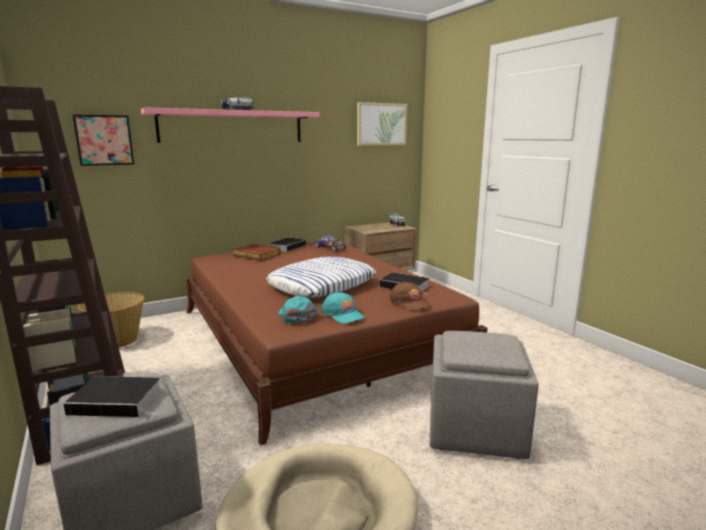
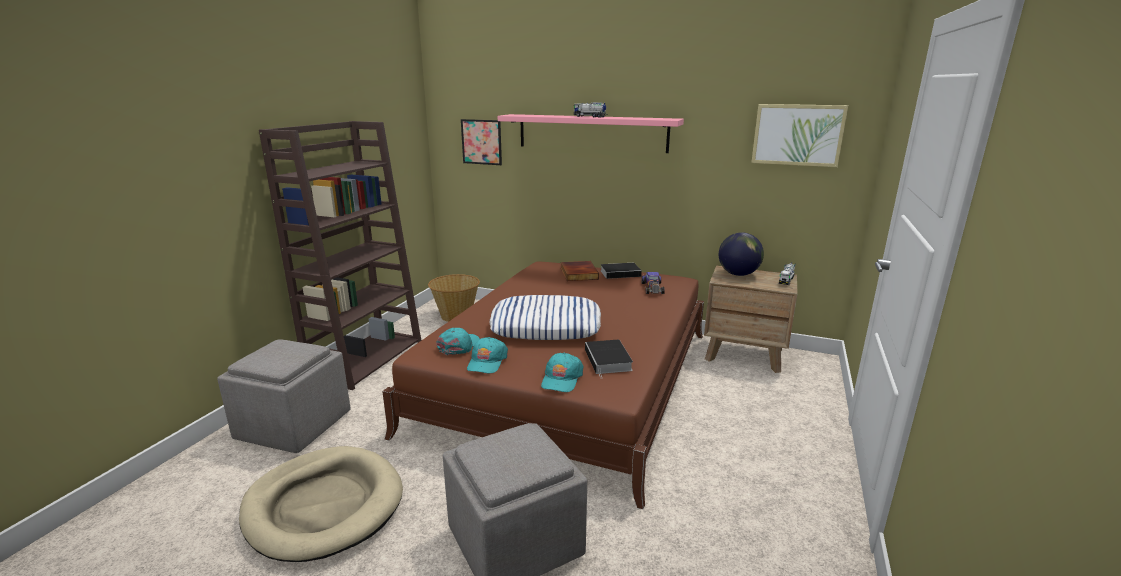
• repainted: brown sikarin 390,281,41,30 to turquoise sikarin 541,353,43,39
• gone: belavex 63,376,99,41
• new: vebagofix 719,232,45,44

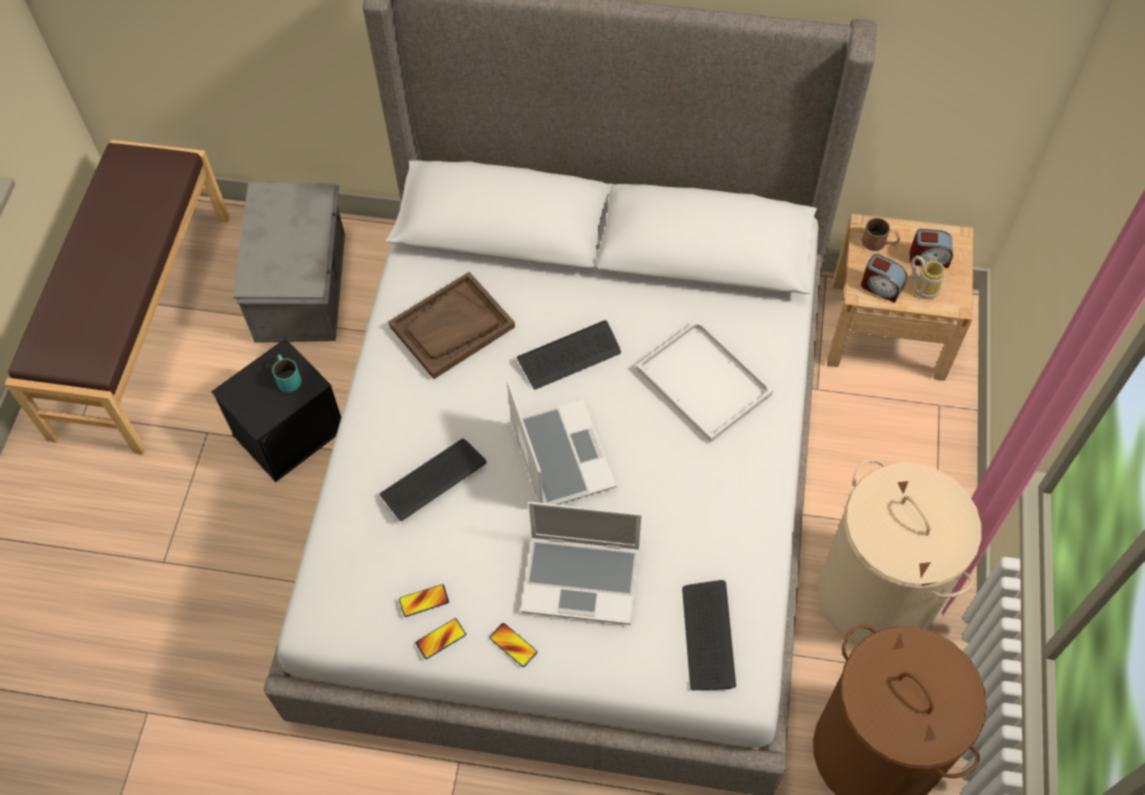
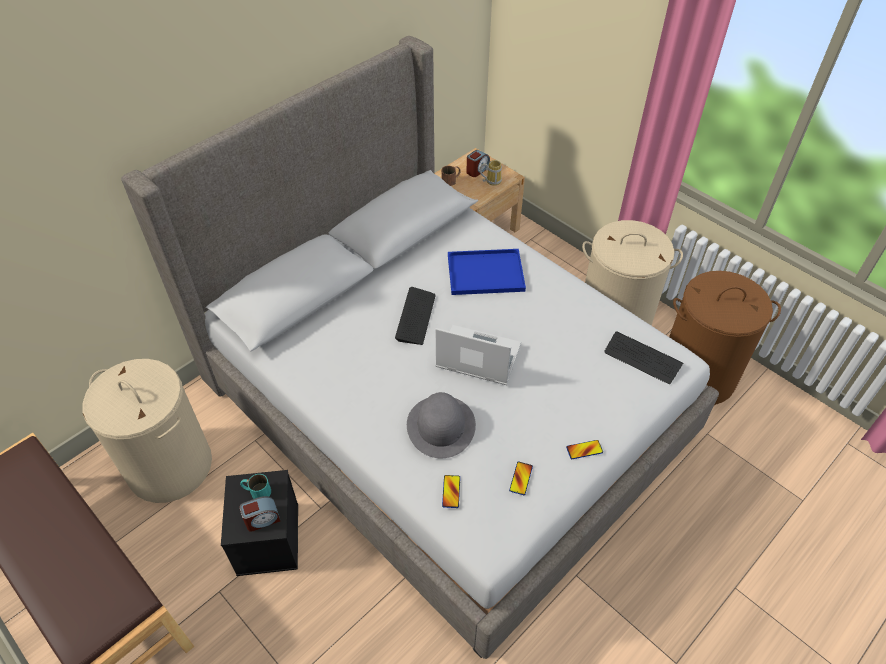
• swapped: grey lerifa 232,183,113,160 to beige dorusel 82,359,130,144
• shifted: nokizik 861,254,46,49 to 240,496,40,36
• gone: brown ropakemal 388,272,127,107
• repainted: white ropakemal 636,320,137,123 to blue ropakemal 448,249,78,46
• swapped: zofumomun 380,439,107,82 to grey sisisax 407,392,69,66
• gone: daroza 521,502,120,123
• shifted: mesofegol 416,618,50,41 to 442,475,18,33

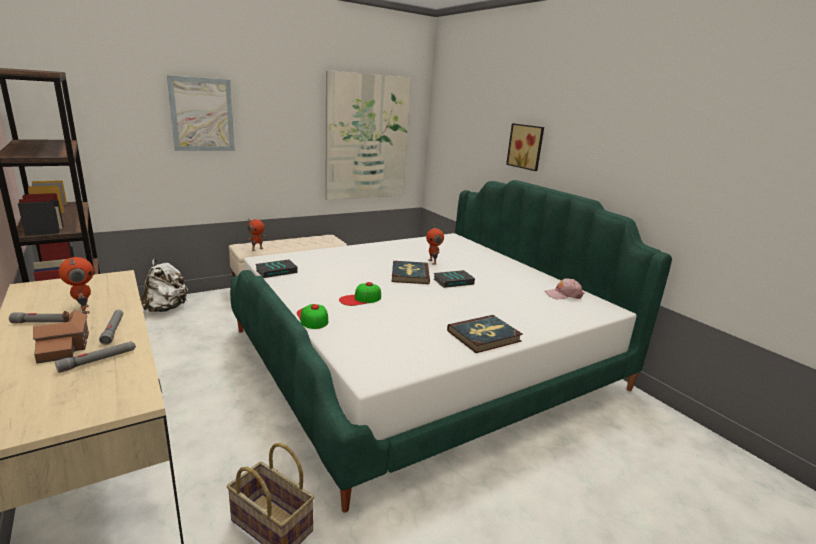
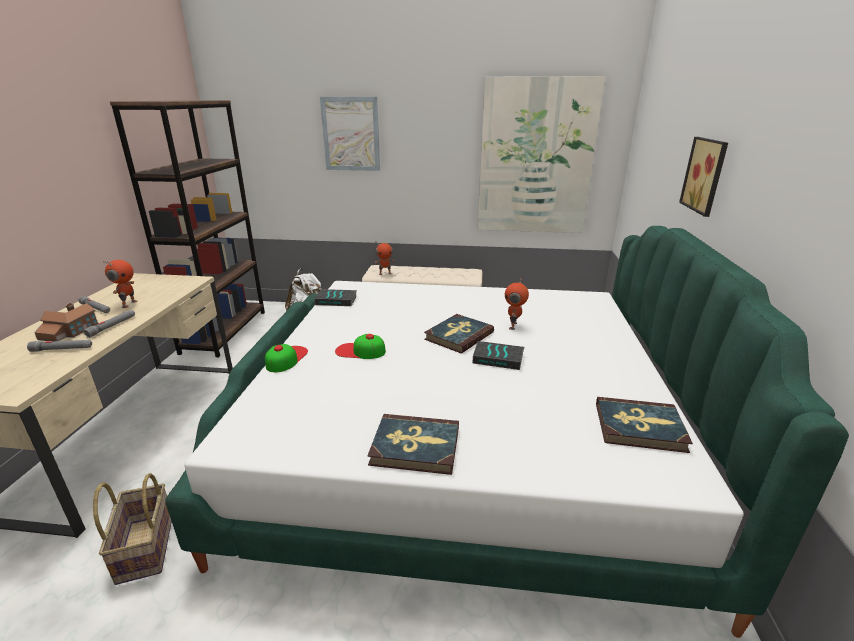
• swapped: pink sikarin 545,278,39,21 to belavex 596,397,97,56

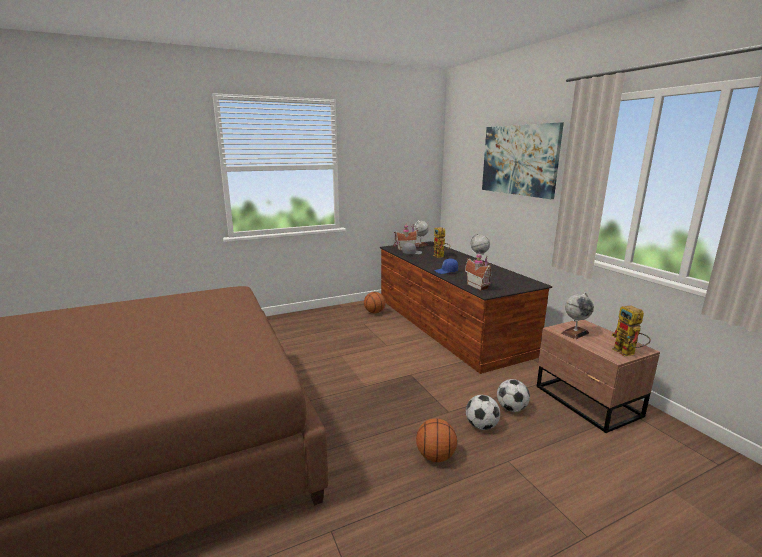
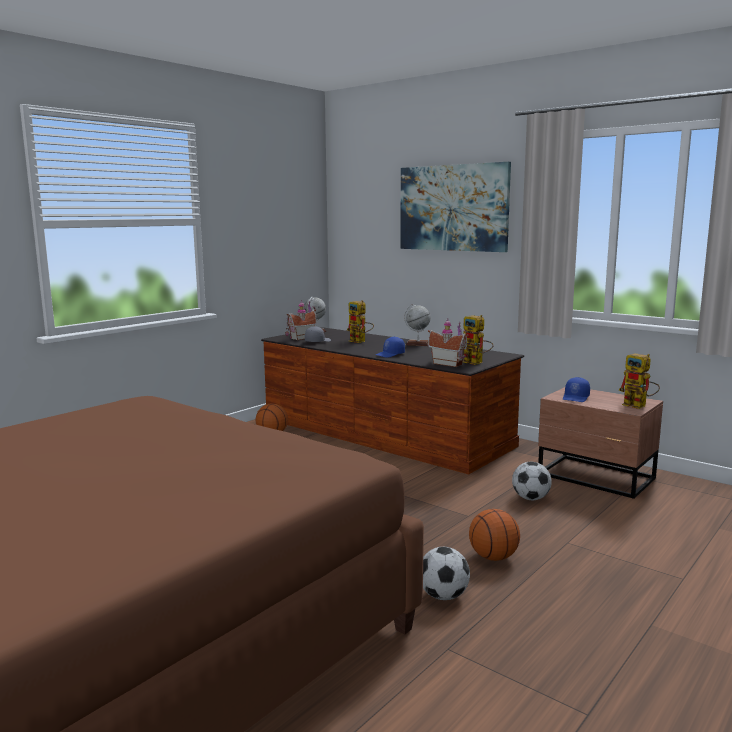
• swapped: vebagofix 561,293,33,46 to blue sikarin 563,377,27,25
• shifted: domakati 466,395,34,35 to 423,547,47,53
• new: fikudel 463,315,31,50

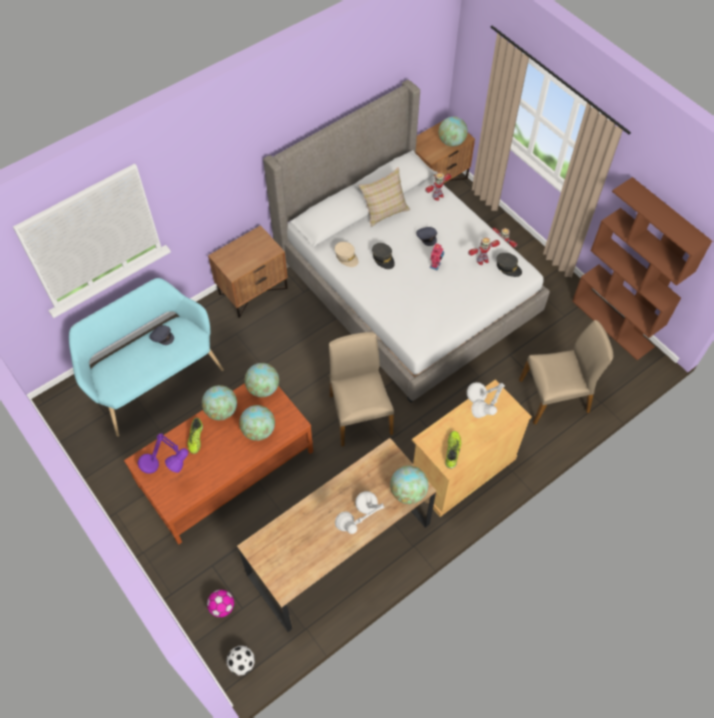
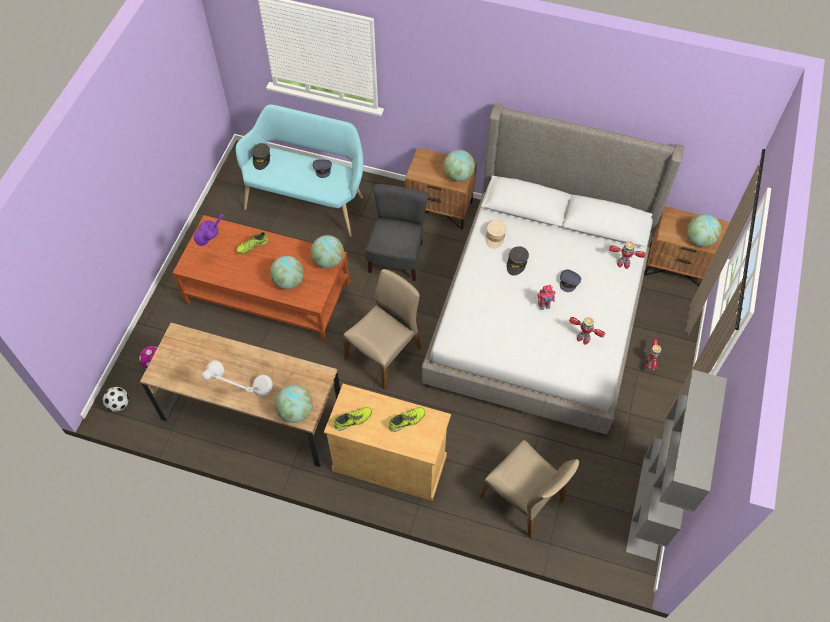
• gone: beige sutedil 358,168,52,59
• repainted: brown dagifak 572,177,140,183 to grey dagifak 625,370,102,191
• shifted: grey sikarin 496,253,26,24 to 252,143,19,27
• swapped: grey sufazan 467,382,38,36 to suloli 389,407,36,25
• shifted: vebagofix 202,385,35,35 to 444,150,31,31
• new: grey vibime 365,184,64,97

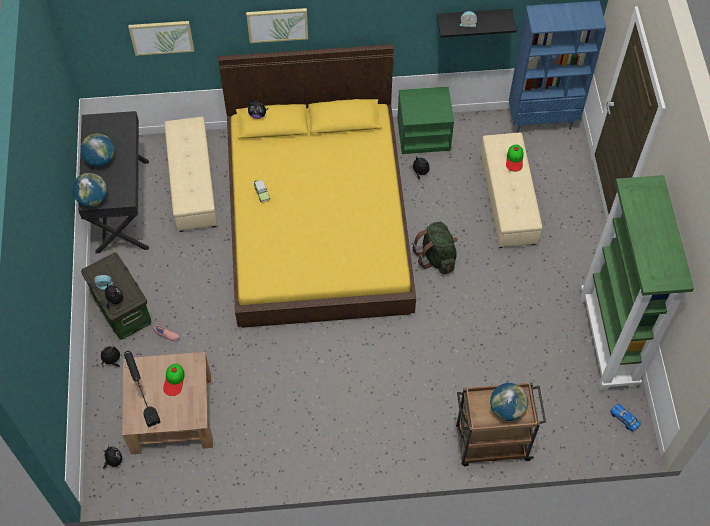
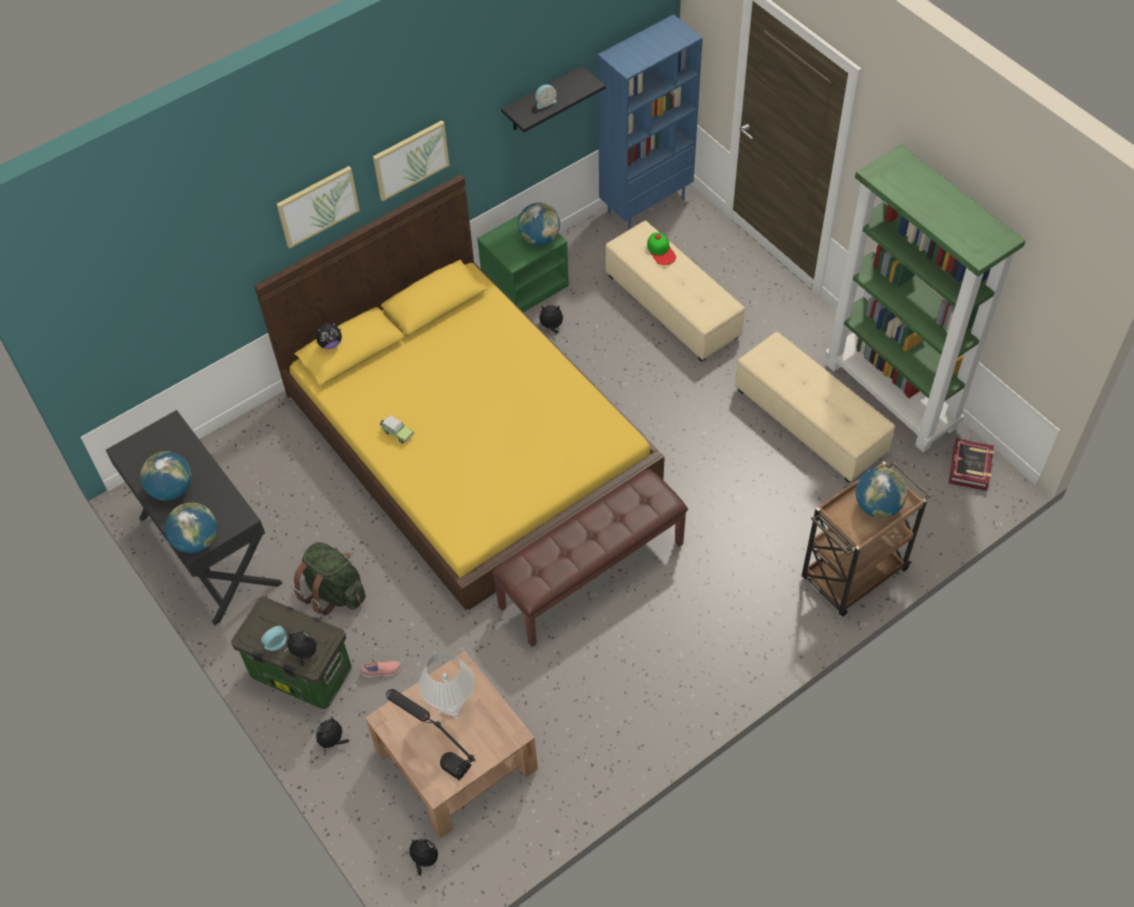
• shifted: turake 128,21,66,35 to 373,120,77,81
• shifted: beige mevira 164,117,53,115 to 735,332,161,151
• shifted: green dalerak 412,222,46,52 to 293,542,73,74
• swapped: sikarin 163,364,22,32 to white sufazan 419,652,56,66
• swapped: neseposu 610,404,31,28 to belavex 949,438,45,53
• new: vebagofix 518,203,42,42
• new: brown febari 492,469,196,178

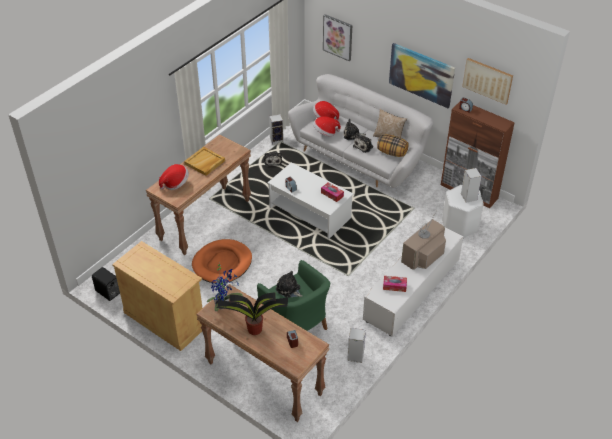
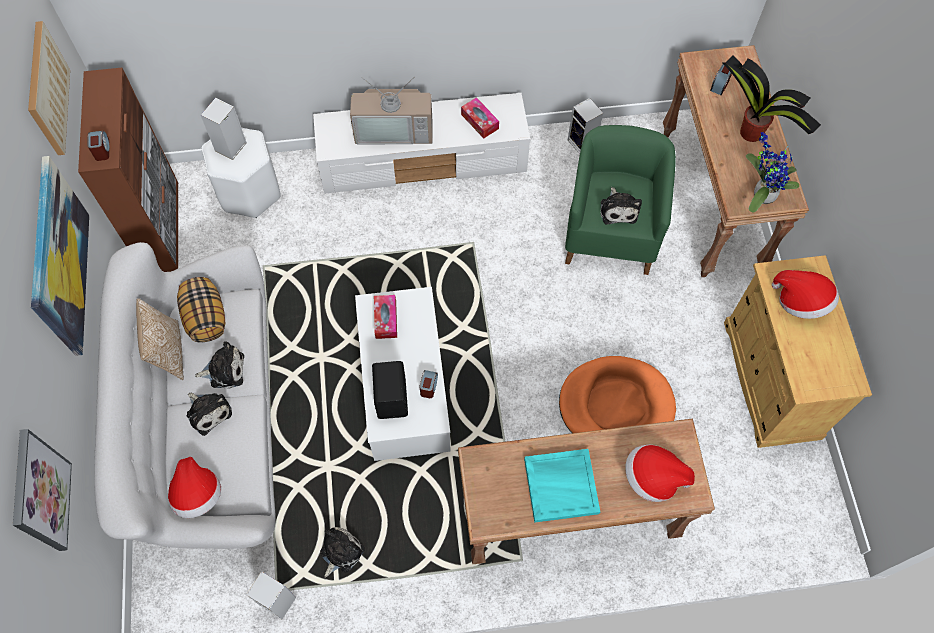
• shifted: sisisax 313,116,28,20 to 772,270,67,49
• repainted: beige ropakemal 184,147,41,29 to turquoise ropakemal 524,449,76,74
• shifted: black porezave 92,267,28,34 to 372,361,36,58

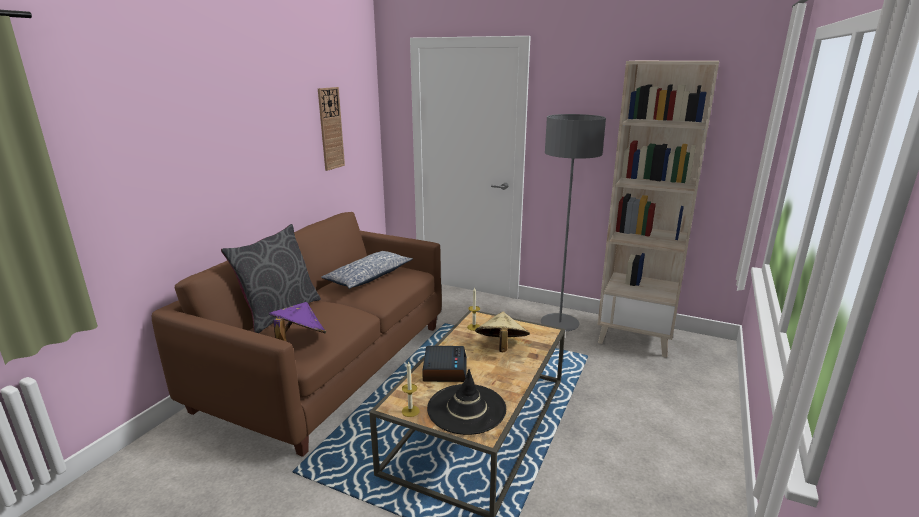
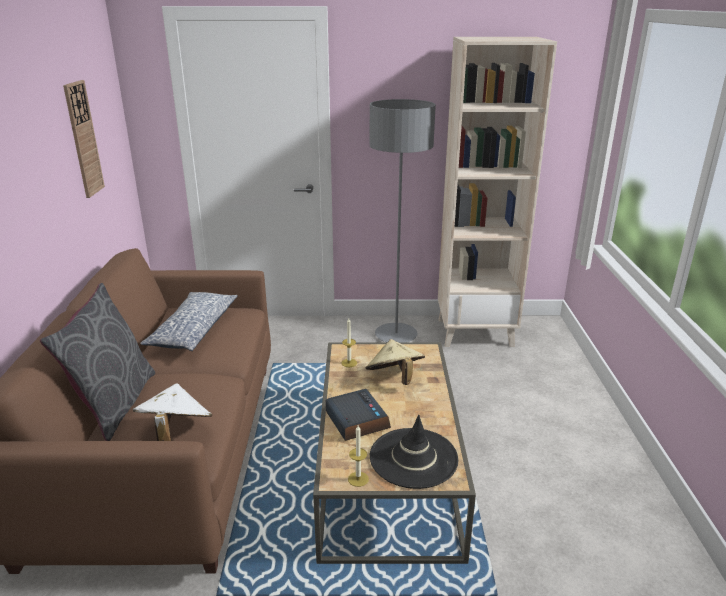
• repainted: purple sisisax 269,302,57,39 to white sisisax 133,383,79,58

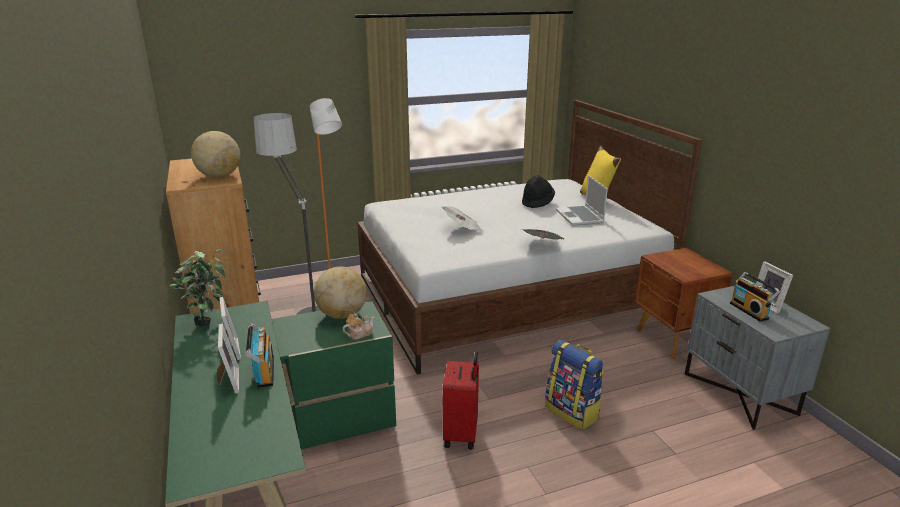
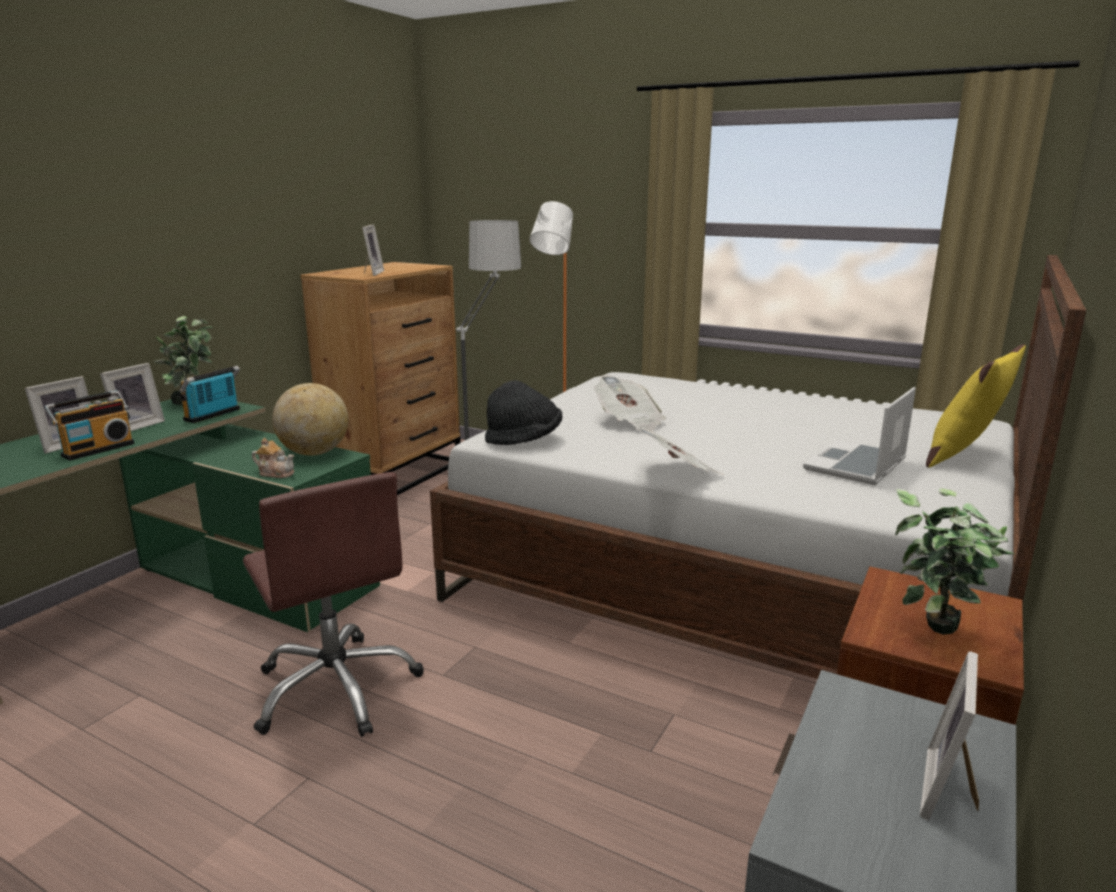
• swapped: vebagofix 191,131,49,47 to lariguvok 362,224,22,52
• shifted: black sisisax 522,175,33,33 to 485,380,77,65
• shifted: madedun 730,272,50,50 to 179,366,61,57
• gone: dalerak 545,340,59,90
• swapped: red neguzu 443,352,36,98 to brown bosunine 243,472,181,265
• new: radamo 895,488,120,147

